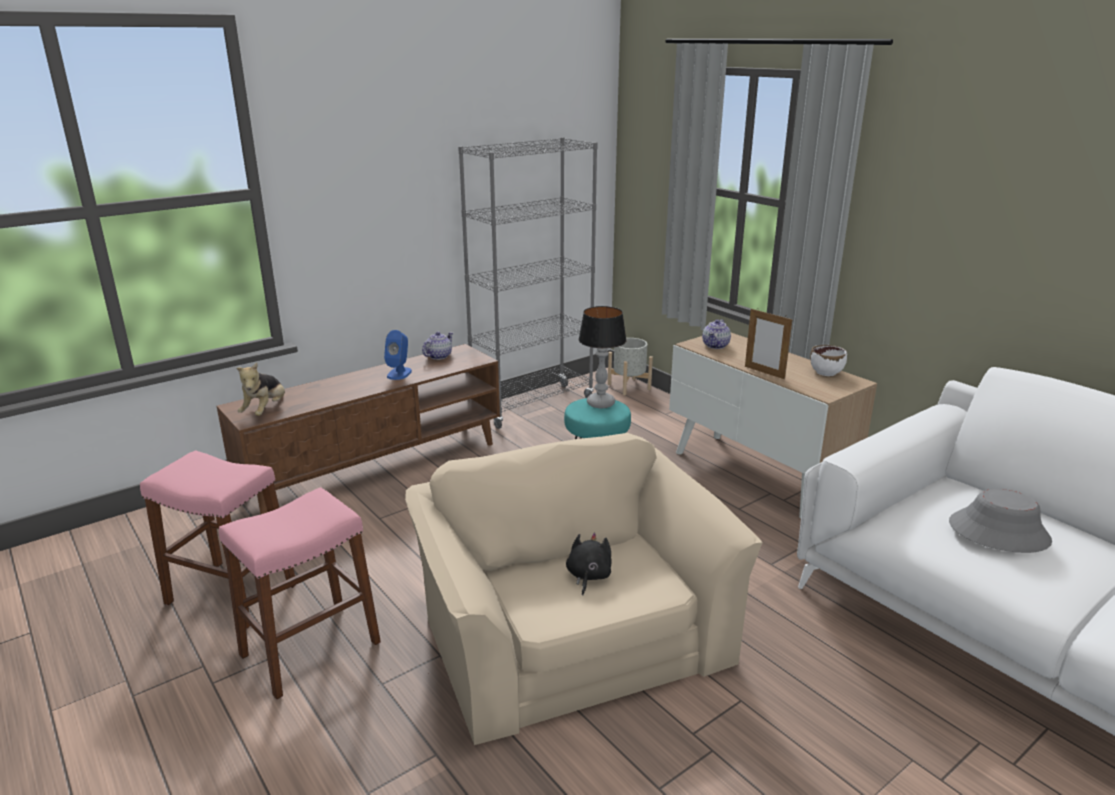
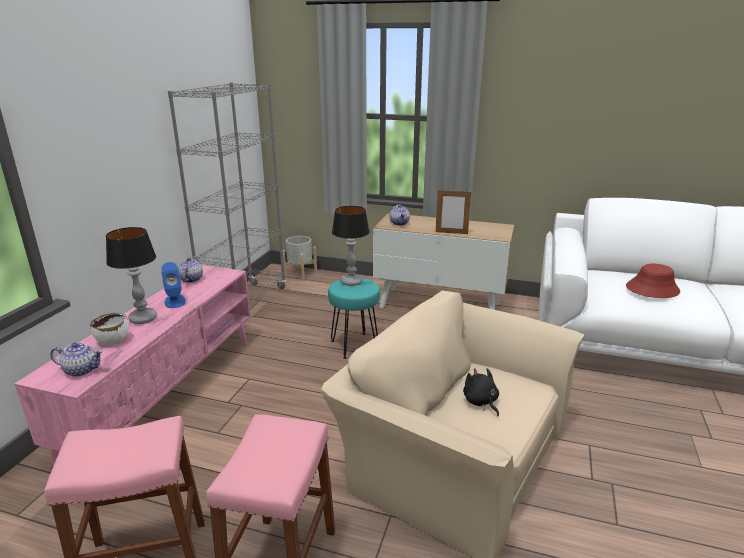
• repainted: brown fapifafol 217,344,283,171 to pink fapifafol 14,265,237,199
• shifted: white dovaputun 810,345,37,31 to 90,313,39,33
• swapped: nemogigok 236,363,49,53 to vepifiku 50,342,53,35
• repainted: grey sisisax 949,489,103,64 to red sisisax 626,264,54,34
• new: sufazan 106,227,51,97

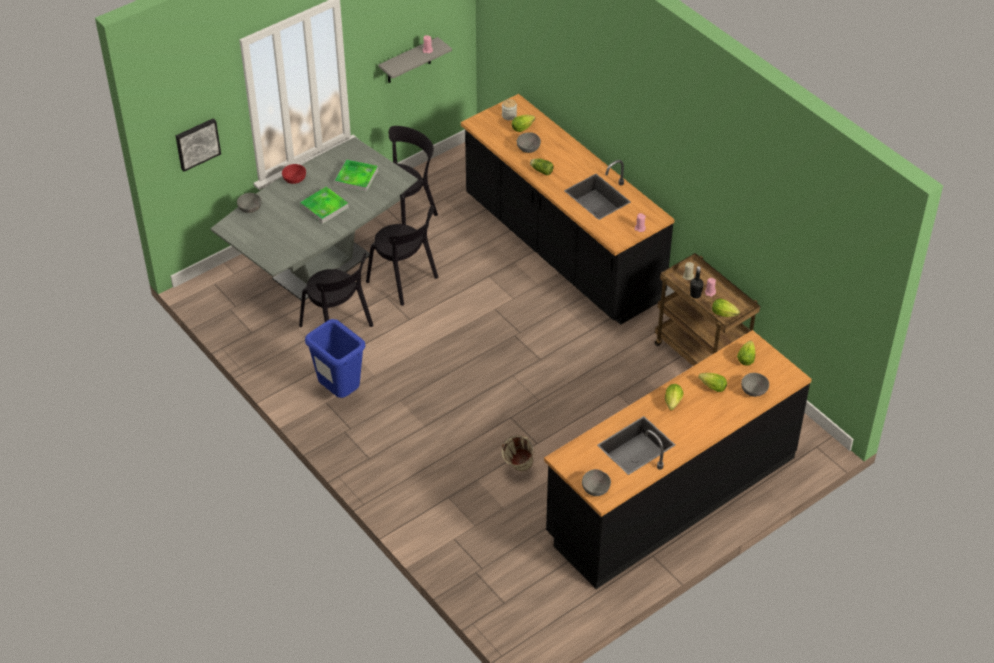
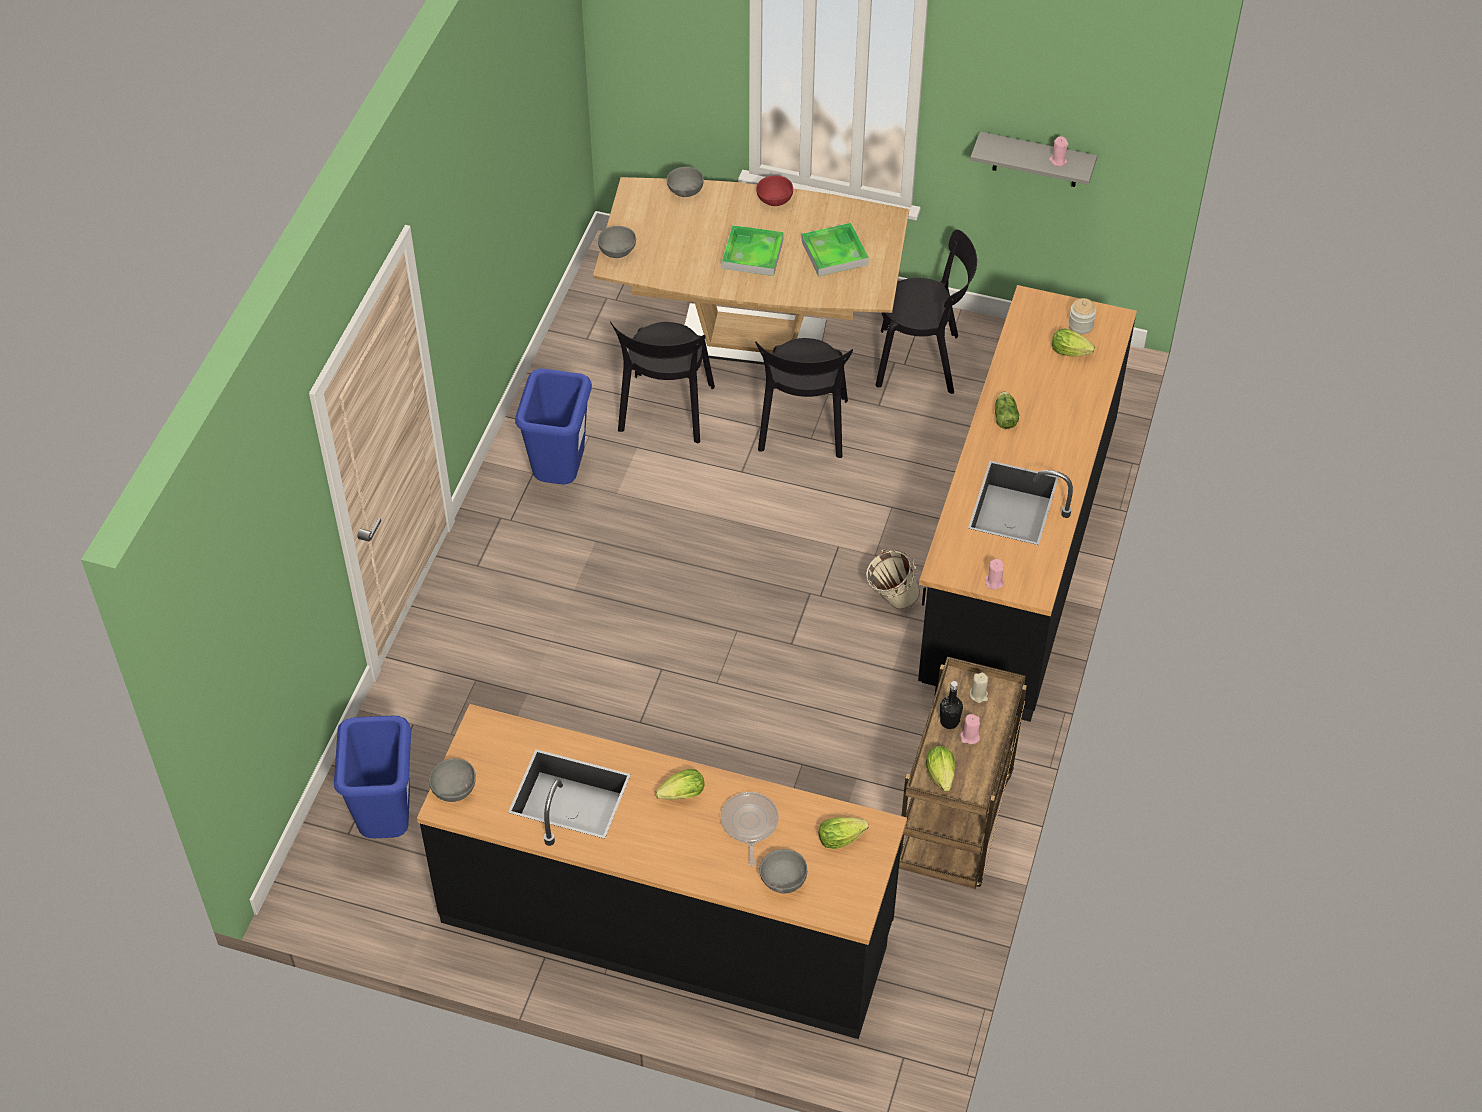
• gone: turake 176,118,45,54
• shifted: grey dovaputun 517,132,24,21 to 598,226,38,32
• repainted: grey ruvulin 211,137,207,163 to brown ruvulin 593,177,316,188
• swapped: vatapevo 698,373,29,19 to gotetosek 721,792,58,75
• shifted: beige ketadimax 502,435,33,36 to 866,549,54,61
• new: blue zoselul 334,716,77,122

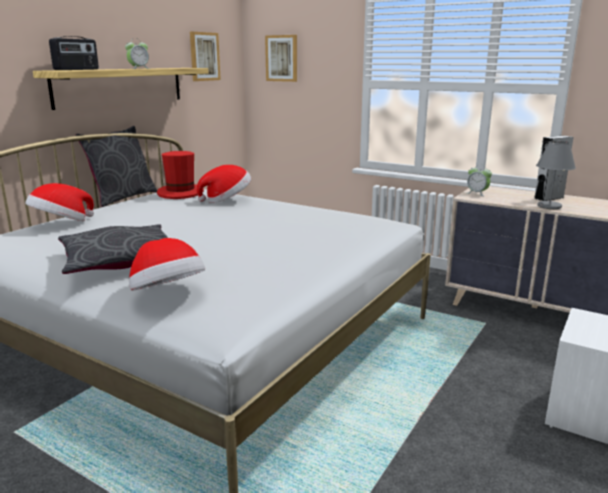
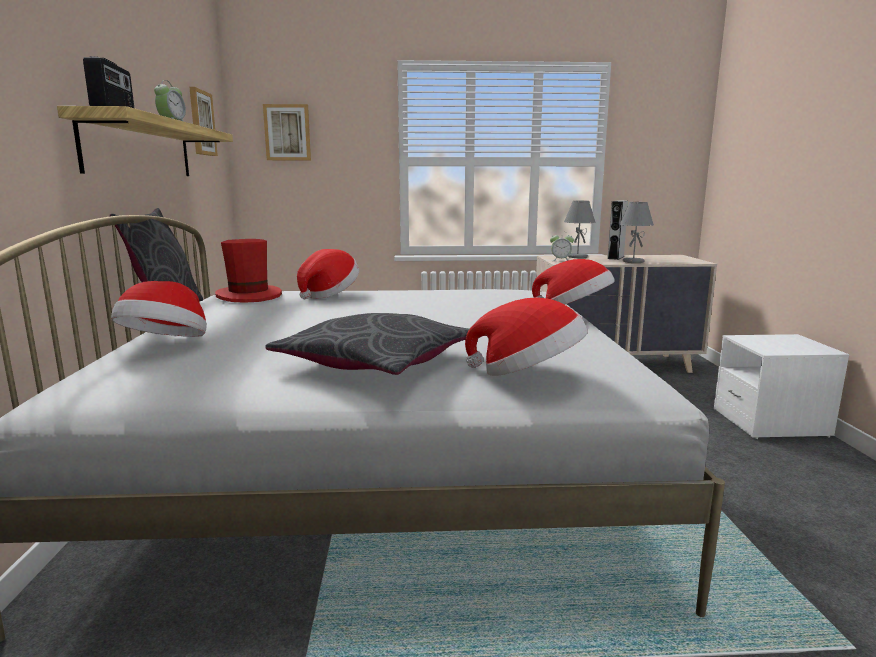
• new: grey sufazan 564,201,32,57
• new: sisisax 532,259,83,46

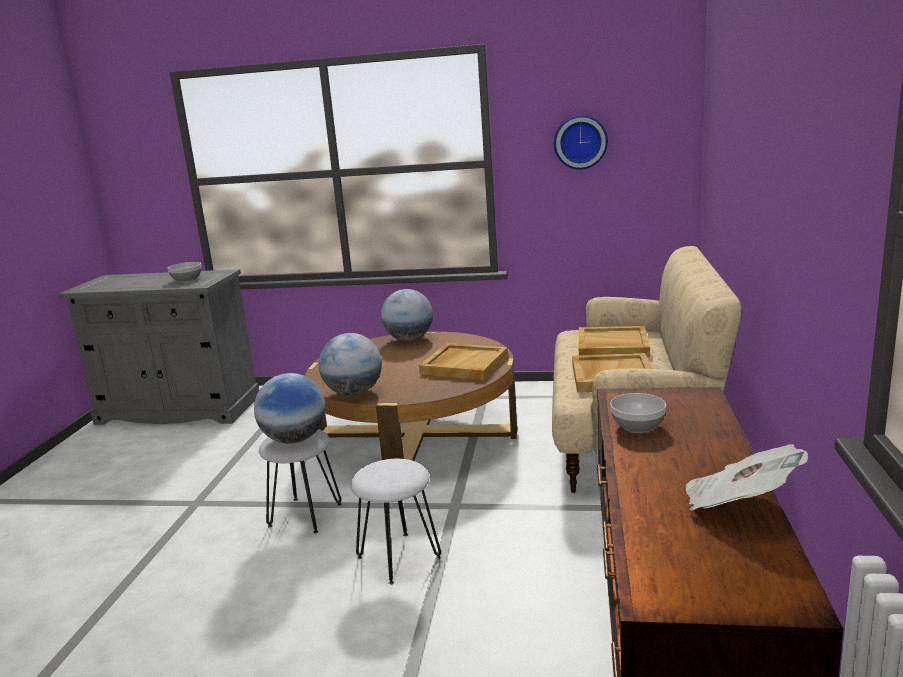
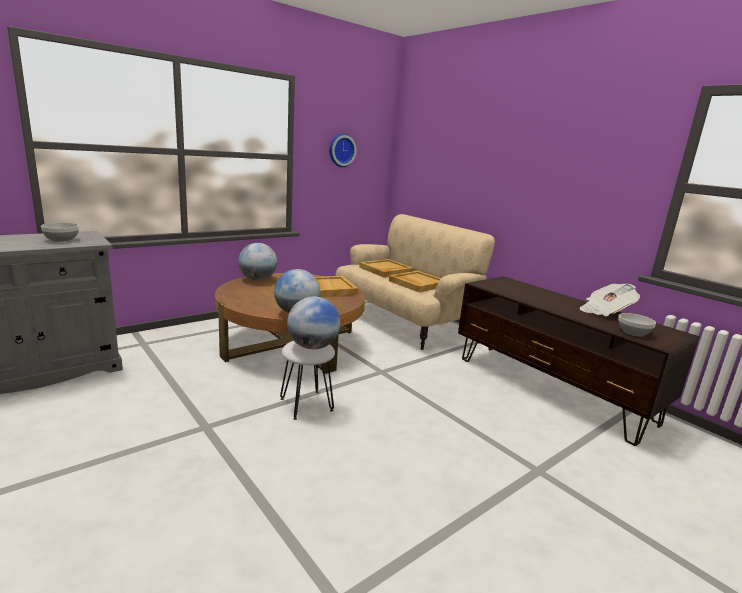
• shifted: dovaputun 610,393,56,40 to 618,313,38,23
• gone: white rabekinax 351,459,90,125

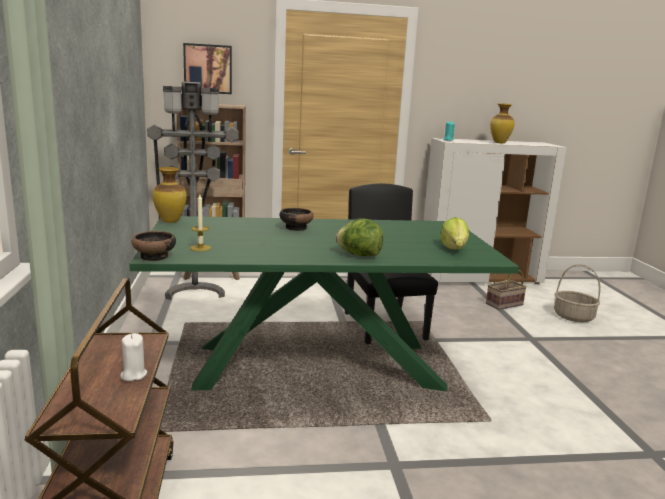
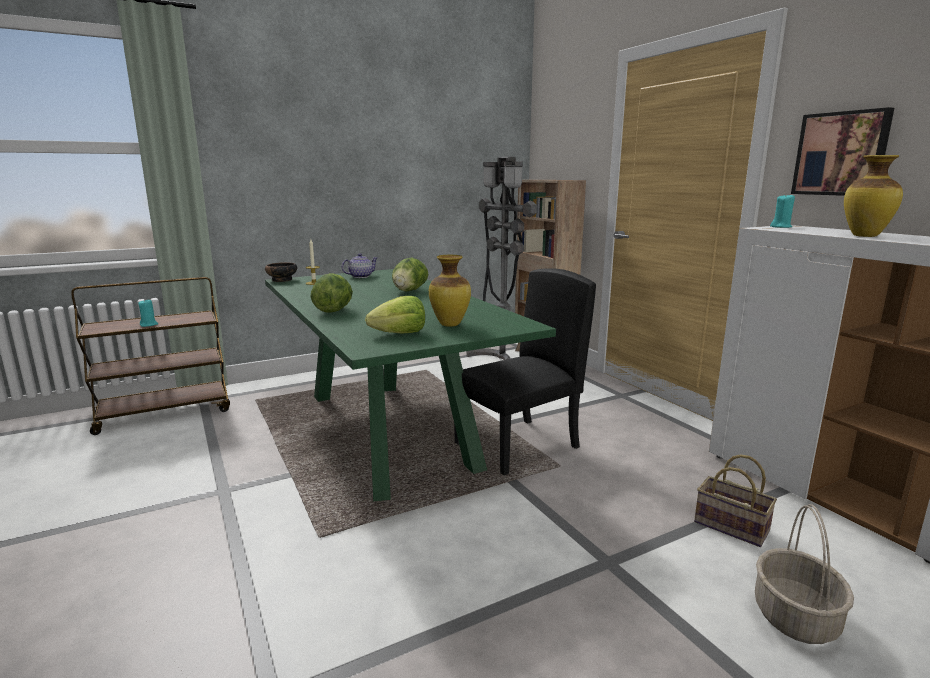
• shifted: turake 183,43,49,51 to 791,107,103,89
• shifted: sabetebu 152,167,35,56 to 429,255,42,72
• swapped: dovaputun 279,208,35,23 to vatapevo 392,257,36,35
• repainted: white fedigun 120,333,27,48 to turquoise fedigun 138,299,20,28
• new: vepifiku 342,253,35,25

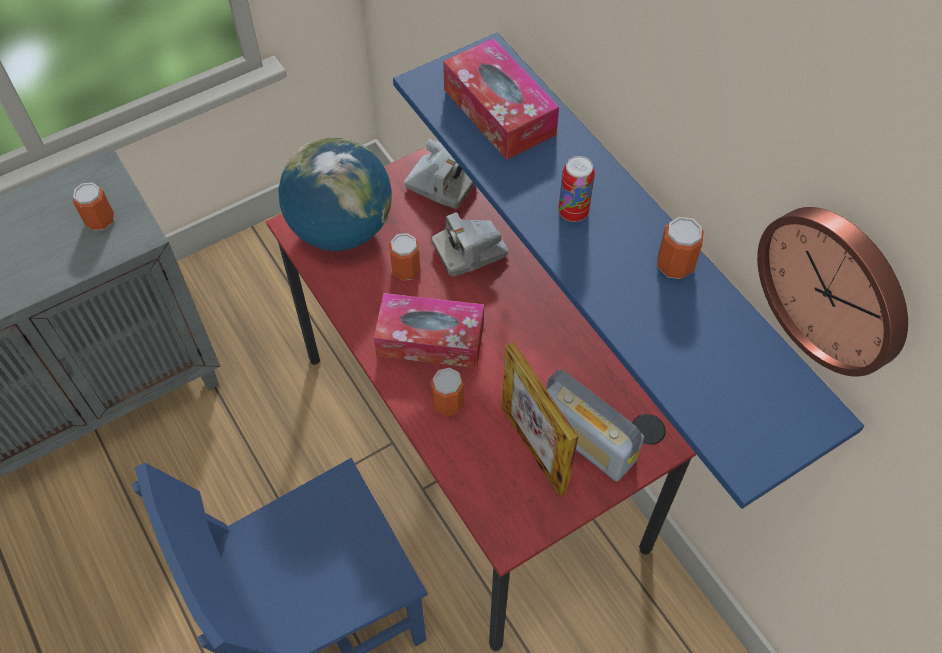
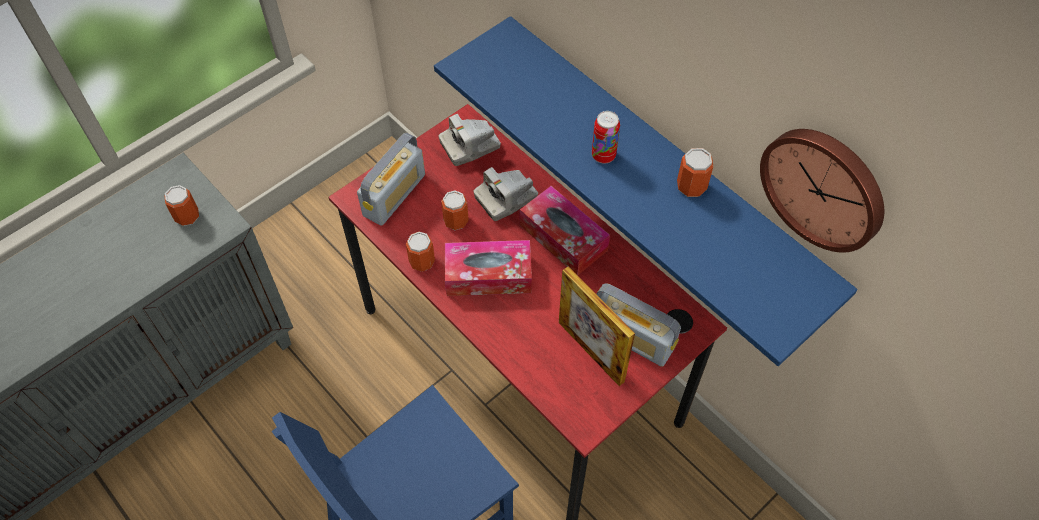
• shifted: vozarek 443,38,116,122 to 520,186,90,89
• swapped: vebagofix 278,137,114,114 to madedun 357,133,68,93
• rotated: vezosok 404,139,71,70 = 439,114,62,52 135 degrees clockwise
• shifted: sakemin 431,368,33,48 to 406,232,29,40

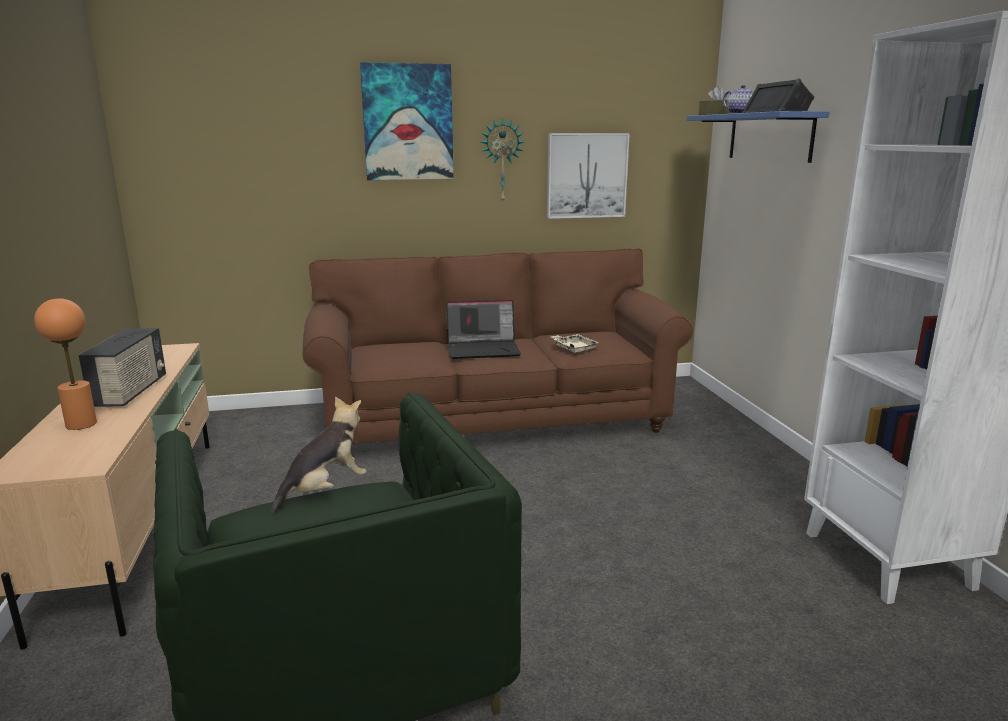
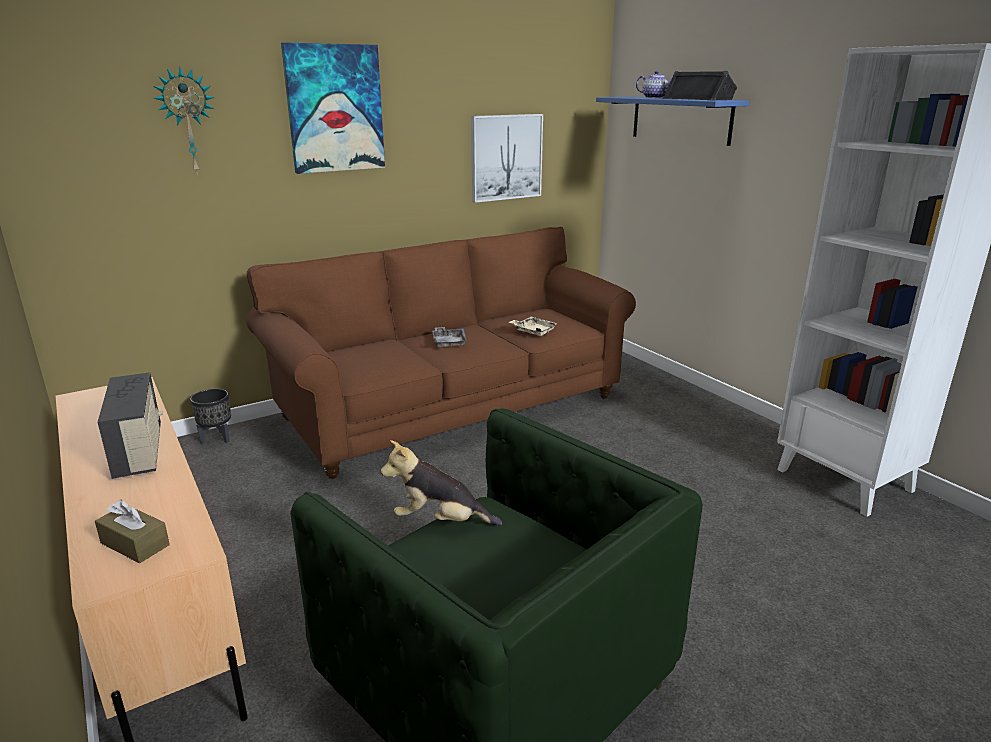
• shifted: brown vozarek 699,86,32,29 to 95,500,75,63
• shifted: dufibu 481,119,43,85 to 153,66,62,107
• gone: orange sufazan 34,298,63,132
• swapped: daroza 446,300,75,59 to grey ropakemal 432,327,35,20
• rotated: nemogigok 270,397,97,117 = 381,440,121,86 105 degrees counterclockwise
• new: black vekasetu 190,389,41,54

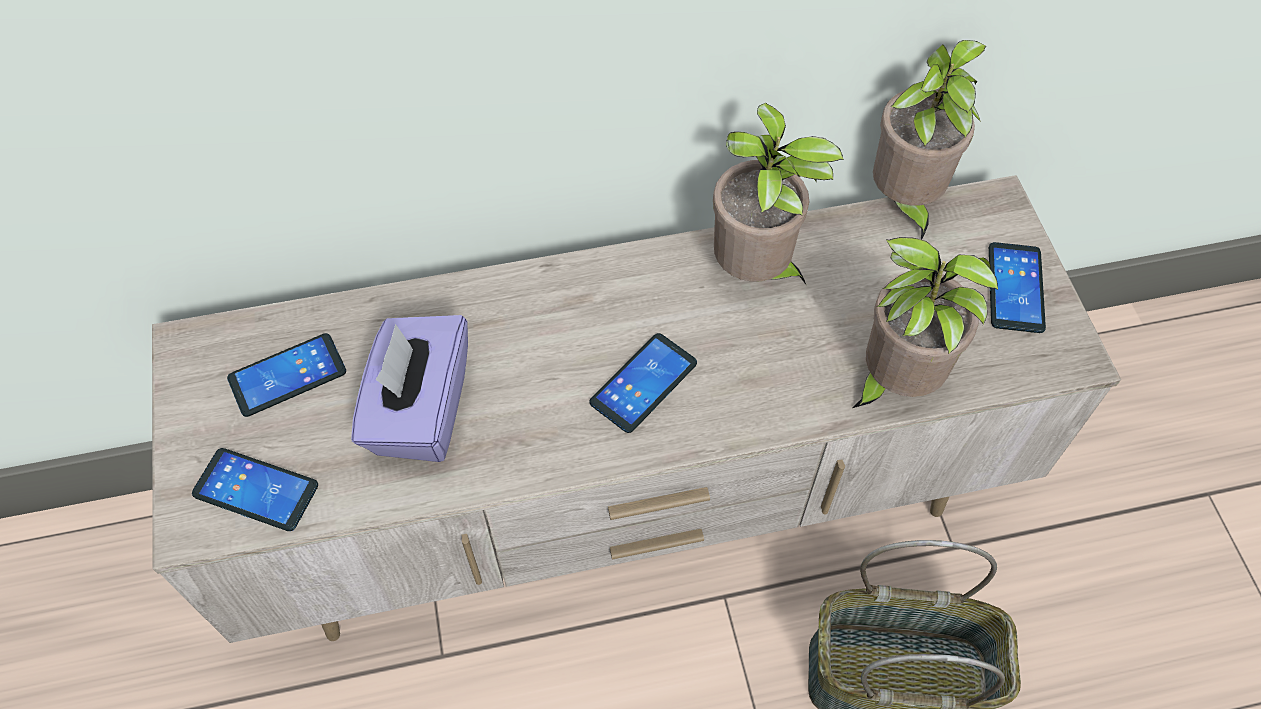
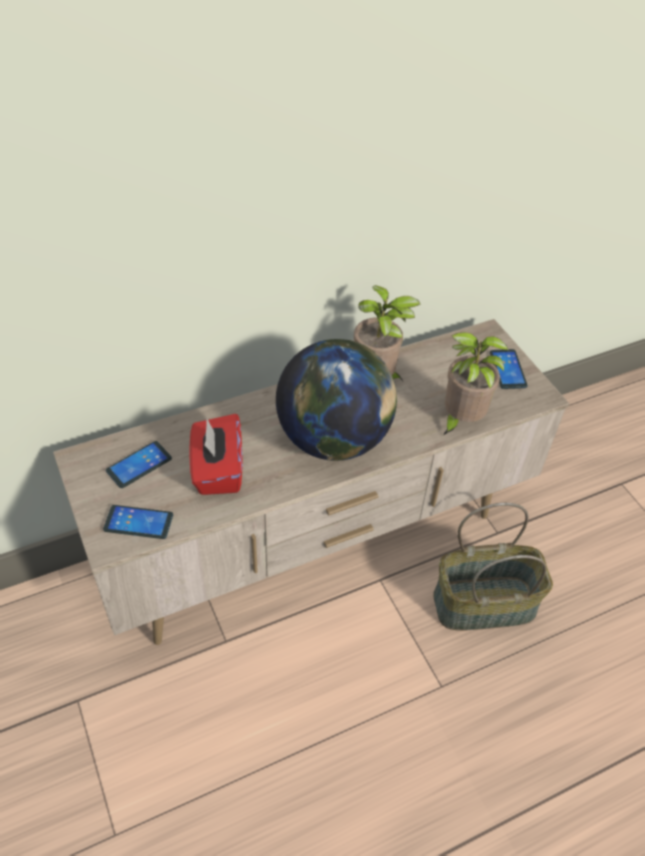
• gone: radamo 873,40,113,200
• repainted: purple vozarek 351,315,117,147 to red vozarek 189,414,54,81
• swapped: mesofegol 589,333,108,100 to vebagofix 276,339,121,122

